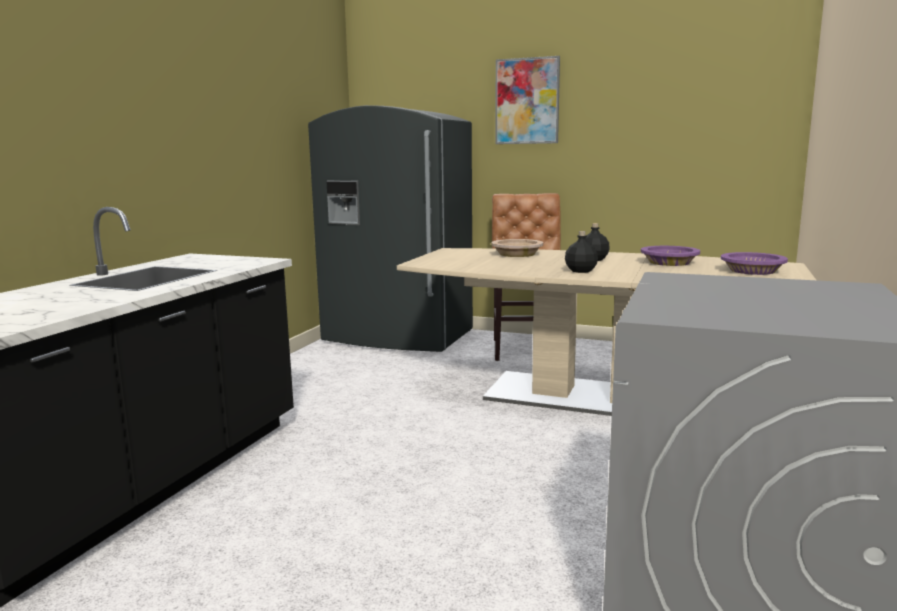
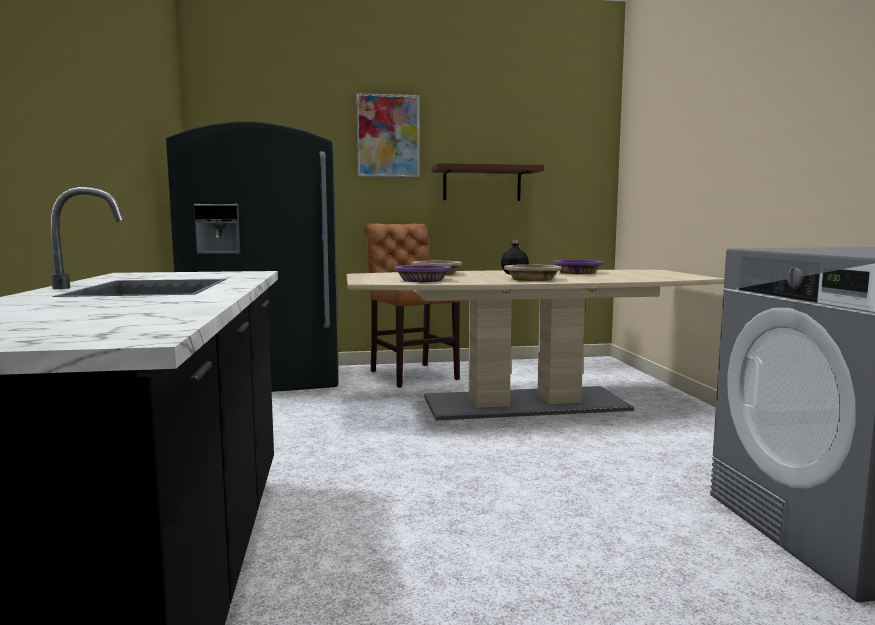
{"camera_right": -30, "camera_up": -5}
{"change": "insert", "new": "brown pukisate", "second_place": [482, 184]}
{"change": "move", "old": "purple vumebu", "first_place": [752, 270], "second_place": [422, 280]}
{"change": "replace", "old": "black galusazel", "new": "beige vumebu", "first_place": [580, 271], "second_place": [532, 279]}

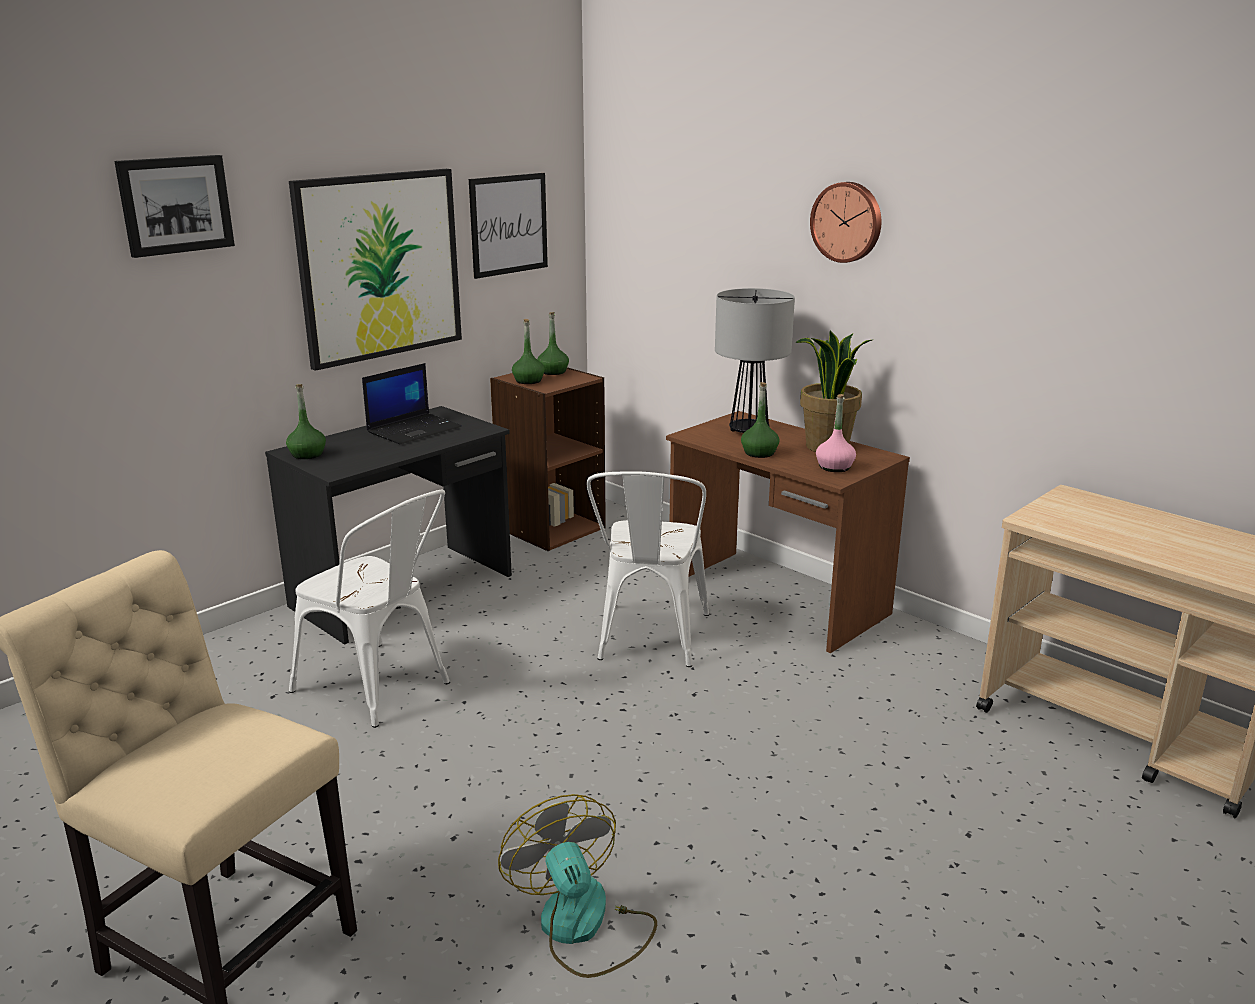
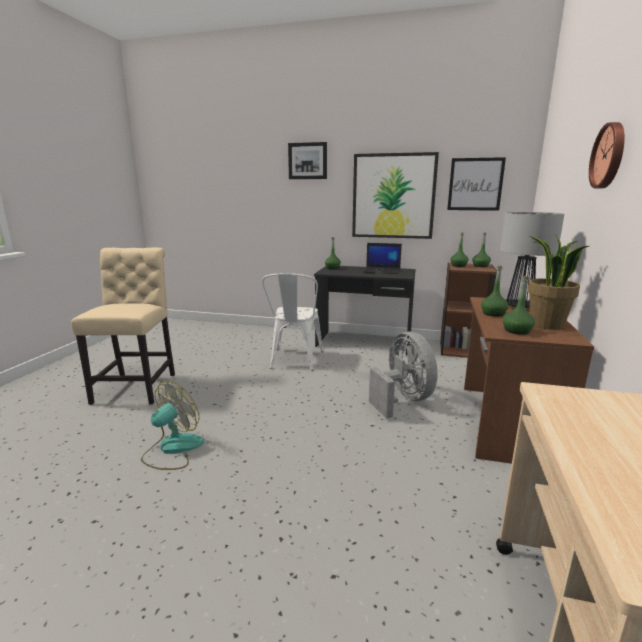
{"camera_right": 60, "camera_up": -5}
{"change": "replace", "old": "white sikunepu", "new": "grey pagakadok", "first_place": [649, 641], "second_place": [402, 400]}
{"change": "recolor", "old": "pink galusazel", "new": "green galusazel", "first_place": [834, 467], "second_place": [516, 331]}

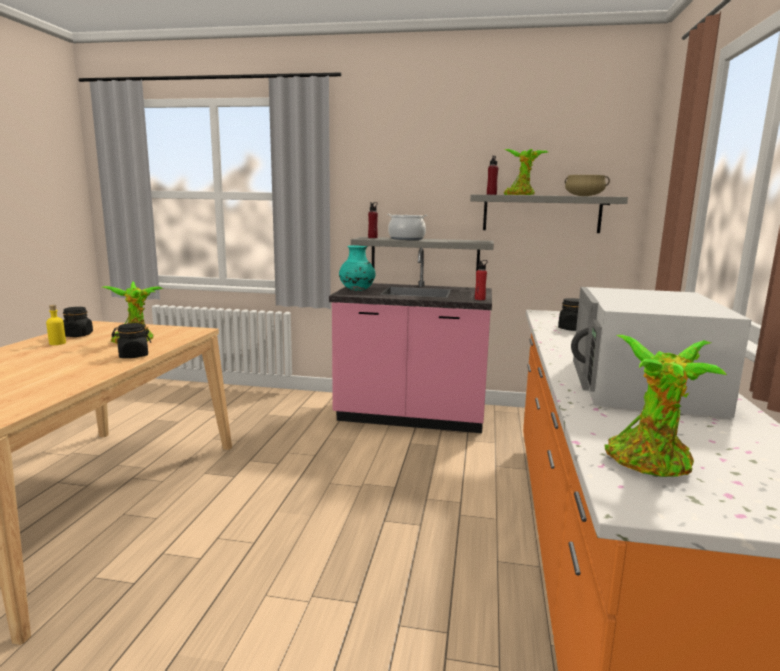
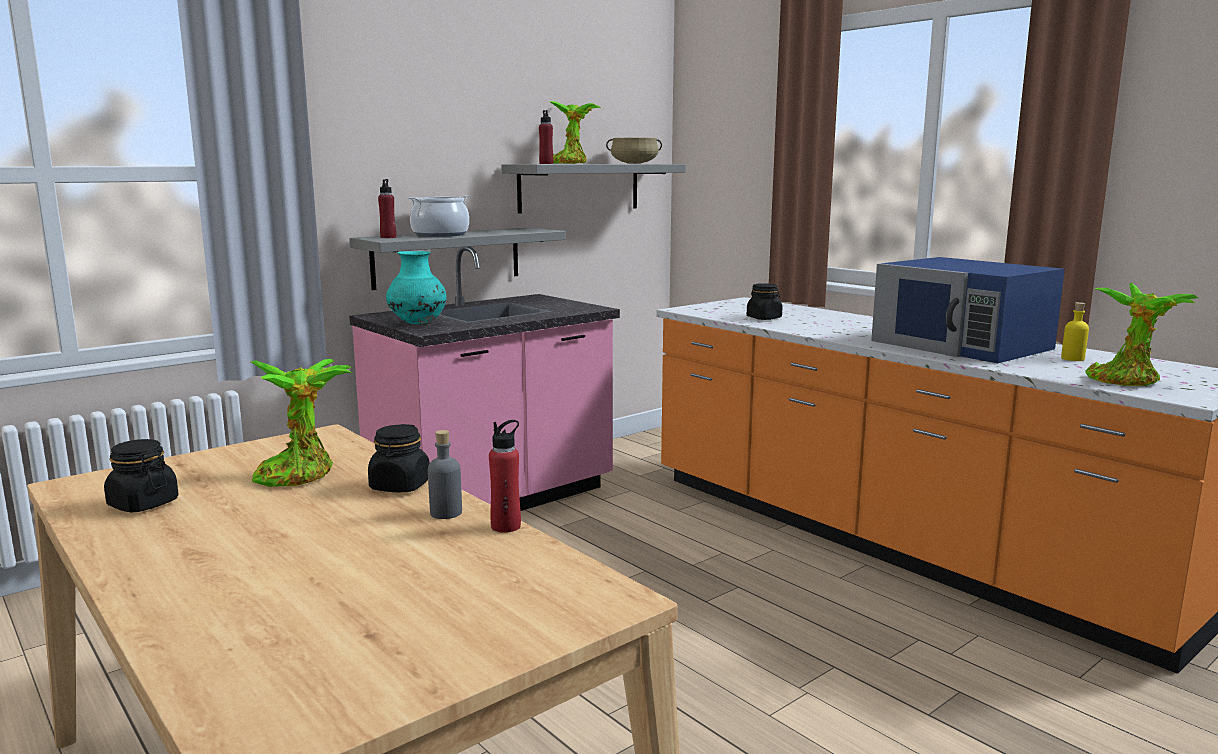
{"camera_right": -50, "camera_up": 0}
{"change": "insert", "new": "grey galusazel", "second_place": [446, 513]}
{"change": "move", "old": "yellow galusazel", "first_place": [57, 343], "second_place": [1072, 359]}
{"change": "move", "old": "red galusazel", "first_place": [480, 299], "second_place": [506, 526]}
{"change": "recolor", "old": "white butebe", "new": "blue butebe", "first_place": [642, 385], "second_place": [962, 345]}

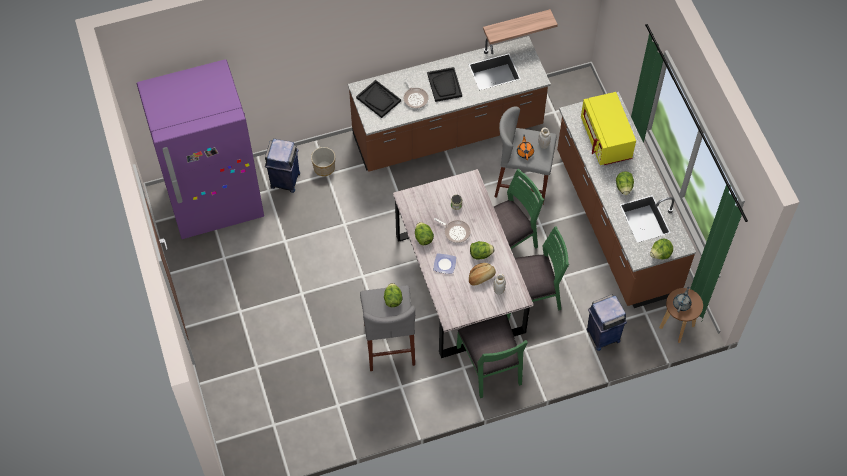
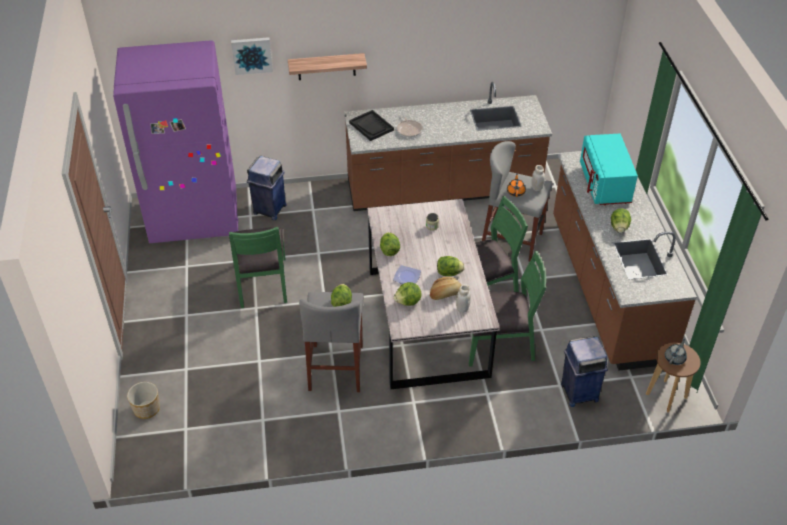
{"camera_right": 10, "camera_up": -15}
{"change": "delete", "old": "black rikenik", "first_place": [444, 85]}
{"change": "delete", "old": "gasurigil", "first_place": [455, 232]}
{"change": "insert", "new": "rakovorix", "second_place": [252, 55]}
{"change": "move", "old": "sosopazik", "first_place": [324, 167], "second_place": [147, 408]}
{"change": "move", "old": "green sikunepu", "first_place": [490, 365], "second_place": [262, 283]}
{"change": "move", "old": "pukisate", "first_place": [516, 25], "second_place": [326, 66]}
{"change": "move", "old": "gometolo", "first_place": [660, 254], "second_place": [408, 302]}
{"change": "recolor", "old": "yellow butebe", "new": "turquoise butebe", "first_place": [606, 139], "second_place": [605, 184]}

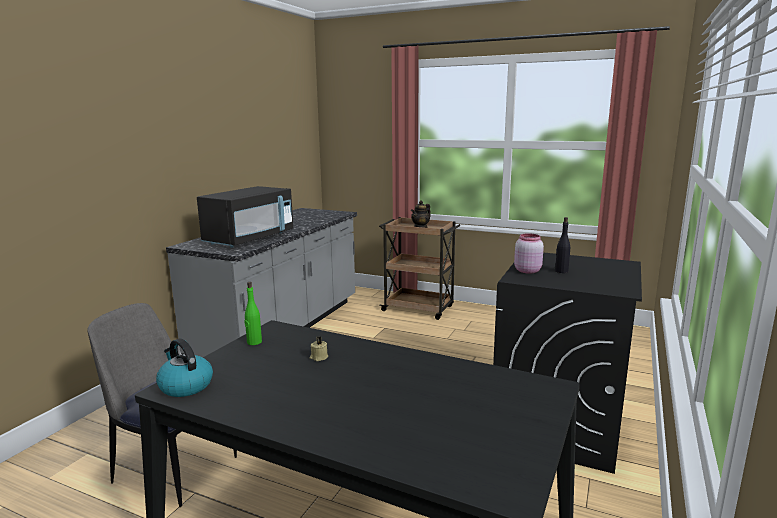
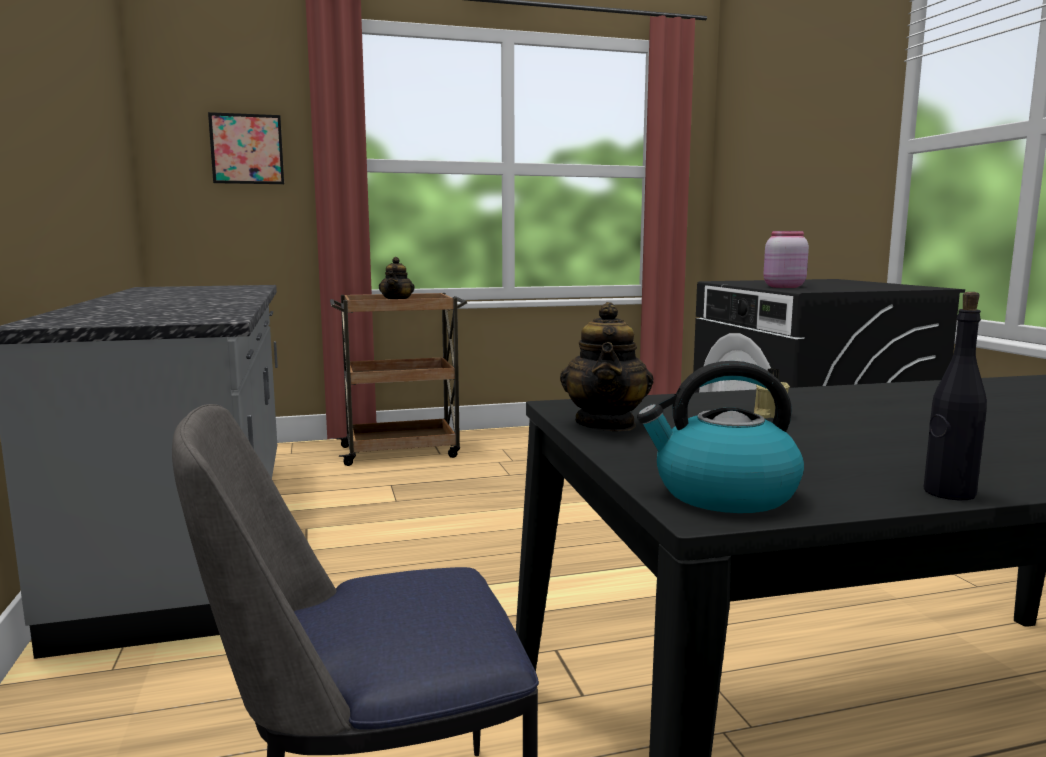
{"camera_right": -40, "camera_up": -5}
{"change": "delete", "old": "black butebe", "first_place": [250, 239]}
{"change": "insert", "new": "rakovorix", "second_place": [247, 149]}
{"change": "move", "old": "black galusazel", "first_place": [561, 271], "second_place": [948, 493]}
{"change": "replace", "old": "green galusazel", "new": "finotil", "first_place": [254, 342], "second_place": [606, 424]}

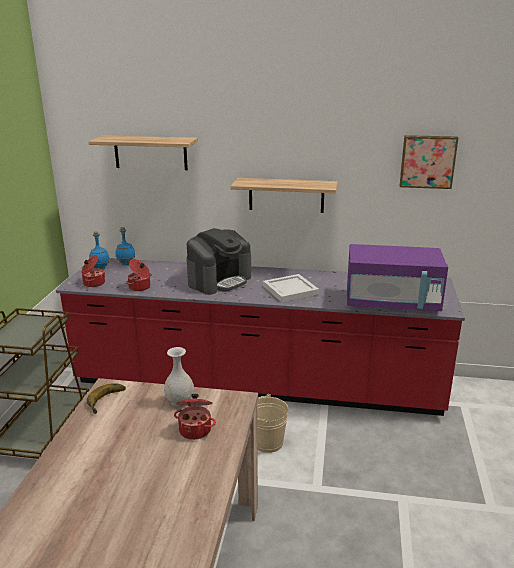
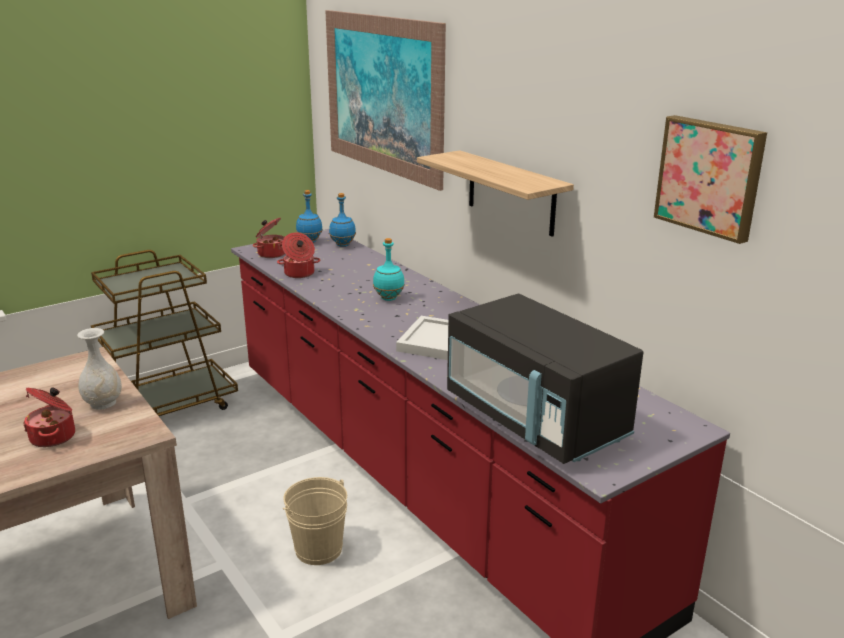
{"camera_right": 45, "camera_up": 0}
{"change": "delete", "old": "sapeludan", "first_place": [108, 401]}
{"change": "replace", "old": "pukisate", "new": "rakovorix", "first_place": [150, 152], "second_place": [382, 95]}
{"change": "replace", "old": "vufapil", "new": "turquoise galusazel", "first_place": [219, 280], "second_place": [389, 298]}
{"change": "recolor", "old": "purple butebe", "new": "black butebe", "first_place": [392, 302], "second_place": [535, 419]}

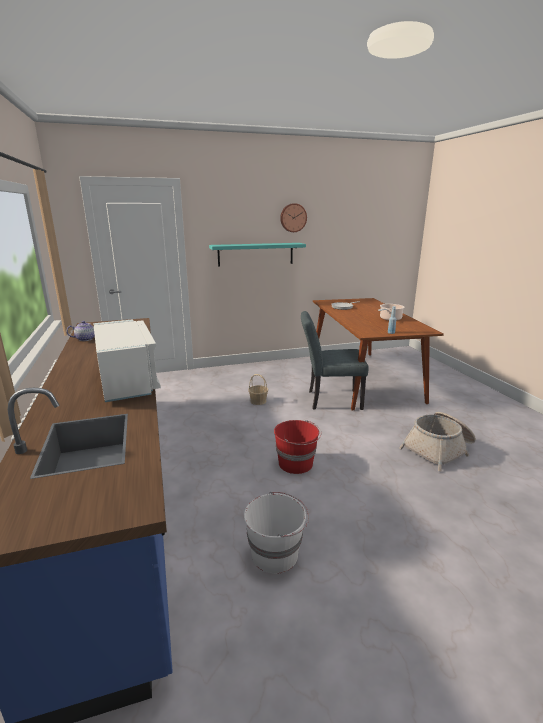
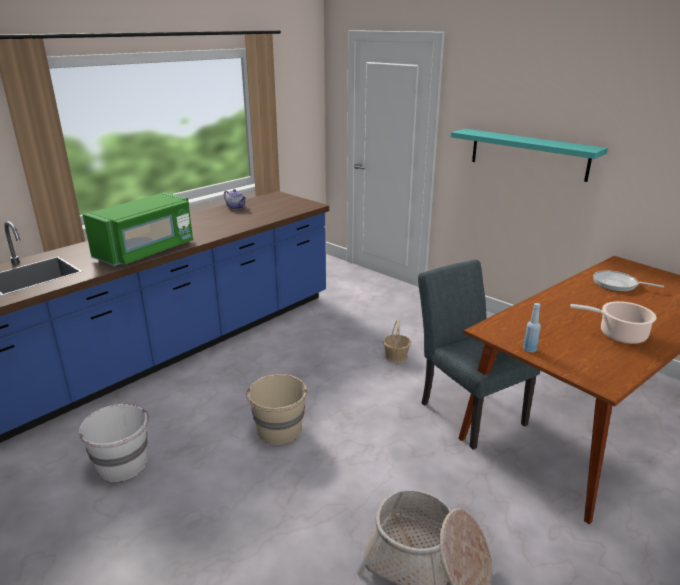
{"camera_right": 60, "camera_up": 5}
{"change": "delete", "old": "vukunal", "first_place": [293, 218]}
{"change": "recolor", "old": "white butebe", "new": "green butebe", "first_place": [127, 381], "second_place": [146, 251]}
{"change": "recolor", "old": "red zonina", "new": "beige zonina", "first_place": [296, 463], "second_place": [279, 430]}

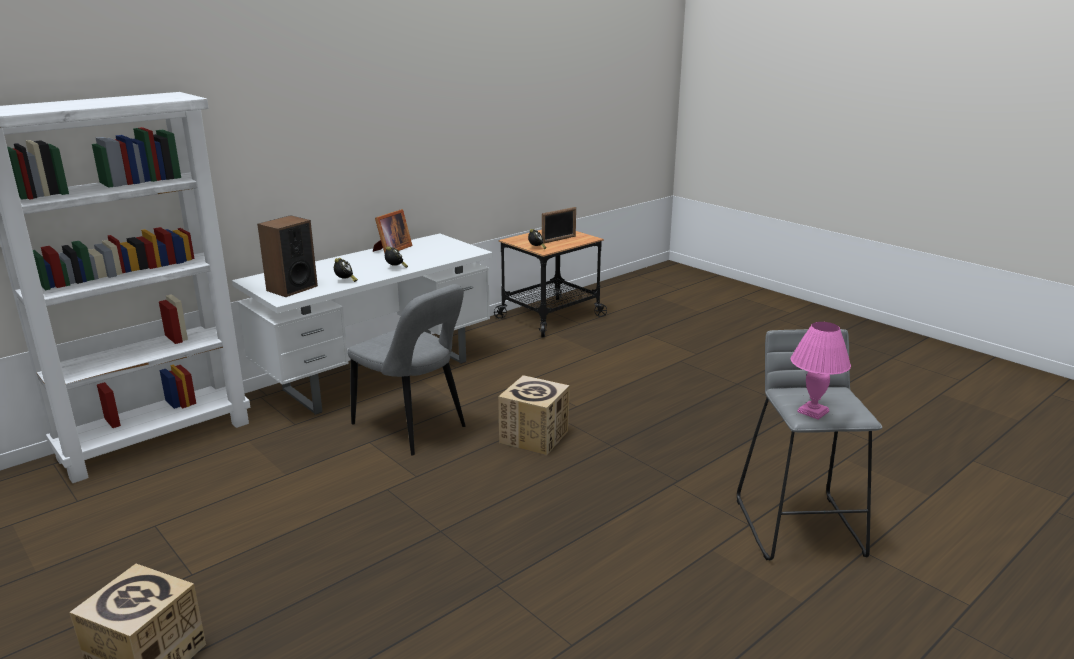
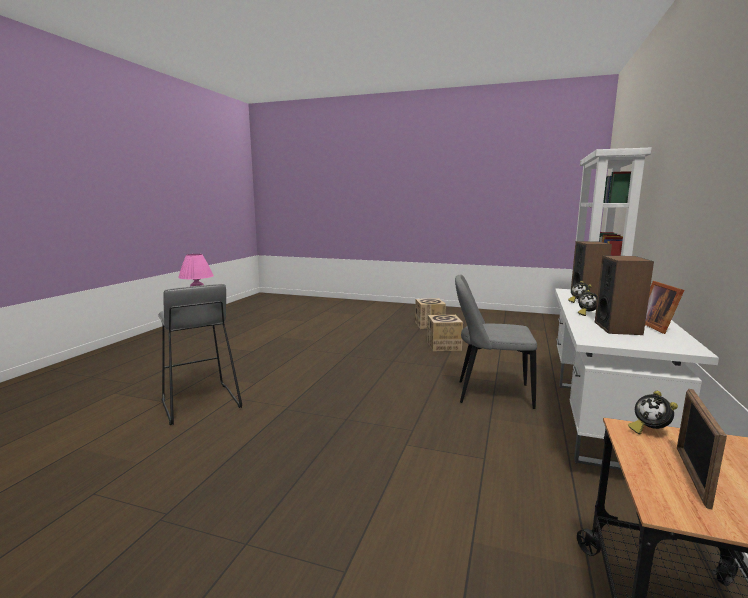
{"camera_right": 150, "camera_up": -10}
{"change": "insert", "new": "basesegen", "second_place": [618, 328]}
{"change": "move", "old": "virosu", "first_place": [534, 437], "second_place": [444, 346]}

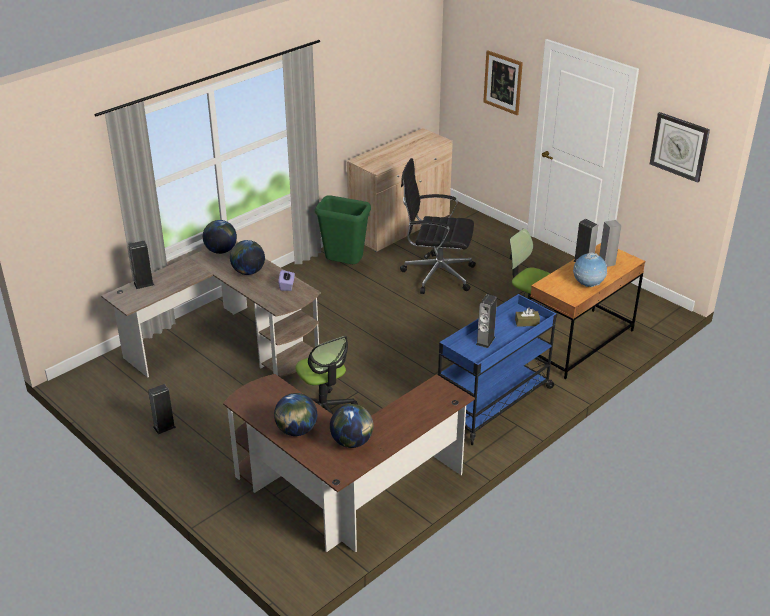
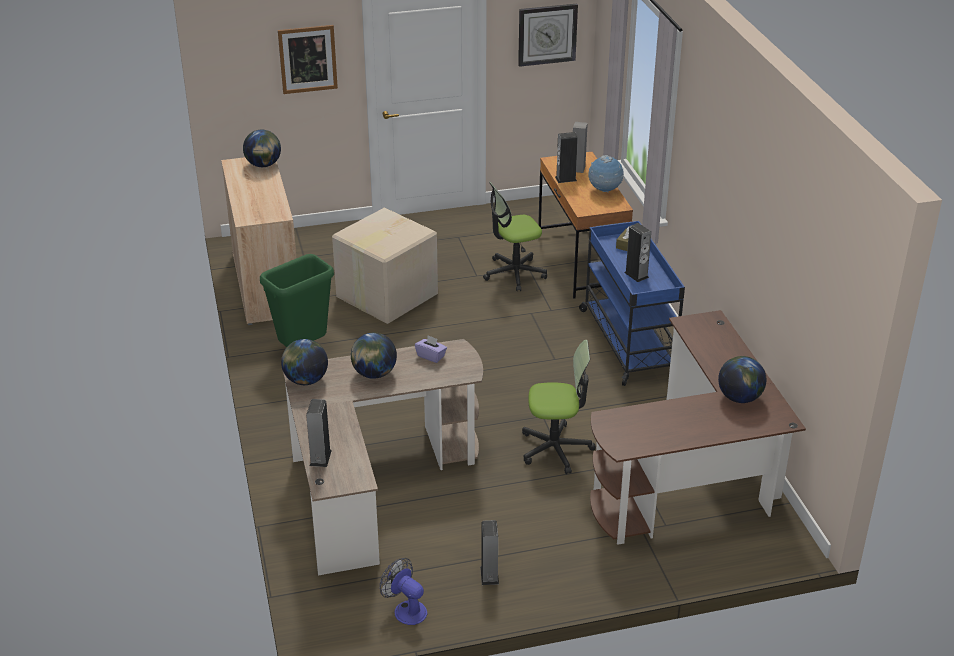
{"camera_right": -60, "camera_up": 0}
{"change": "insert", "new": "pagakadok", "second_place": [406, 609]}
{"change": "move", "old": "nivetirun", "first_place": [296, 430], "second_place": [263, 165]}
{"change": "replace", "old": "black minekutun", "new": "virosu", "first_place": [436, 274], "second_place": [385, 296]}

